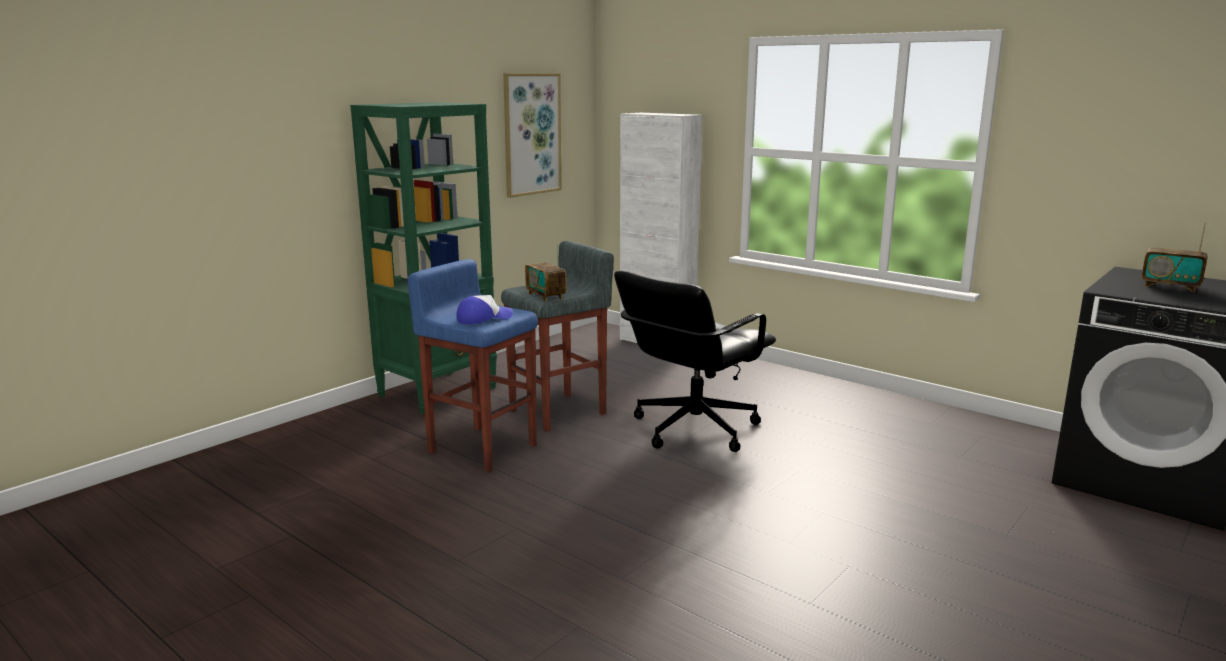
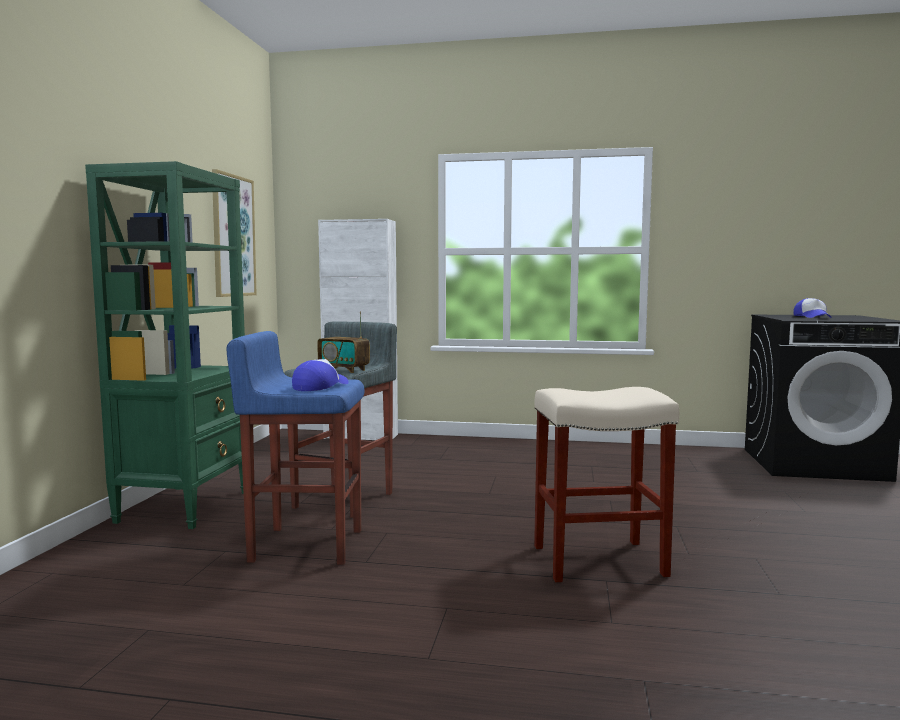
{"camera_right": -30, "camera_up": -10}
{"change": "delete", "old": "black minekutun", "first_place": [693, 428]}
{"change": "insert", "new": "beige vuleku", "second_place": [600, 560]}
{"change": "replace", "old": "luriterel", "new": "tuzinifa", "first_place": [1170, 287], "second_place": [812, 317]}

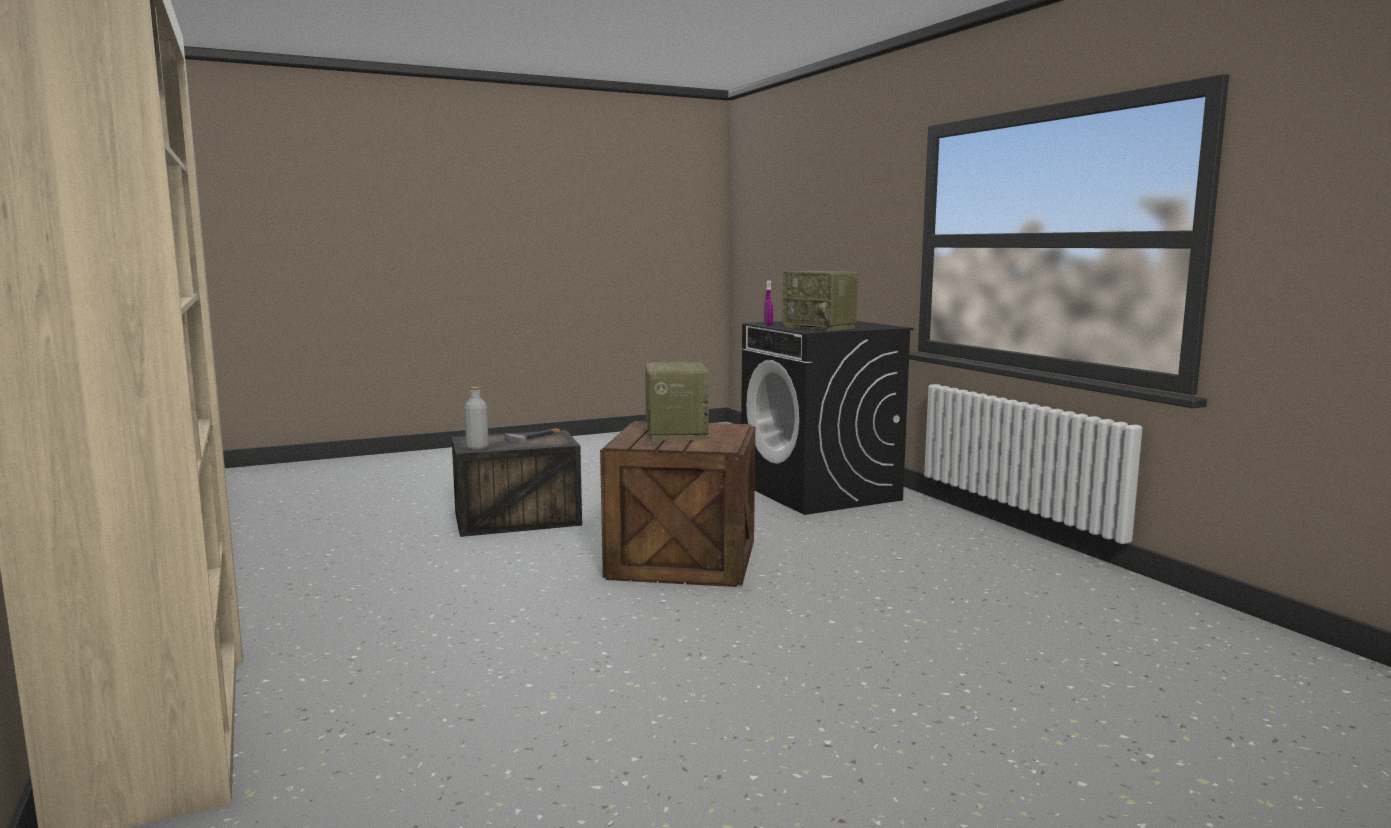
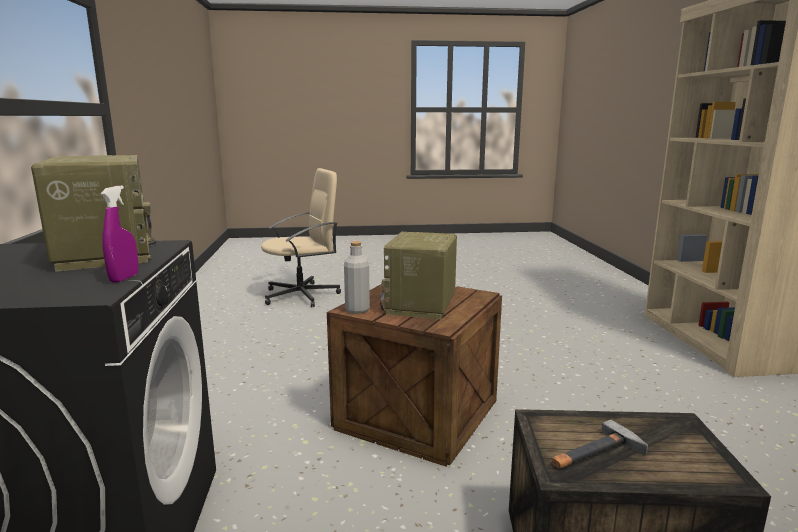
{"camera_right": -160, "camera_up": 5}
{"change": "insert", "new": "beige minekutun", "second_place": [302, 295]}
{"change": "move", "old": "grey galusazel", "first_place": [477, 447], "second_place": [357, 310]}

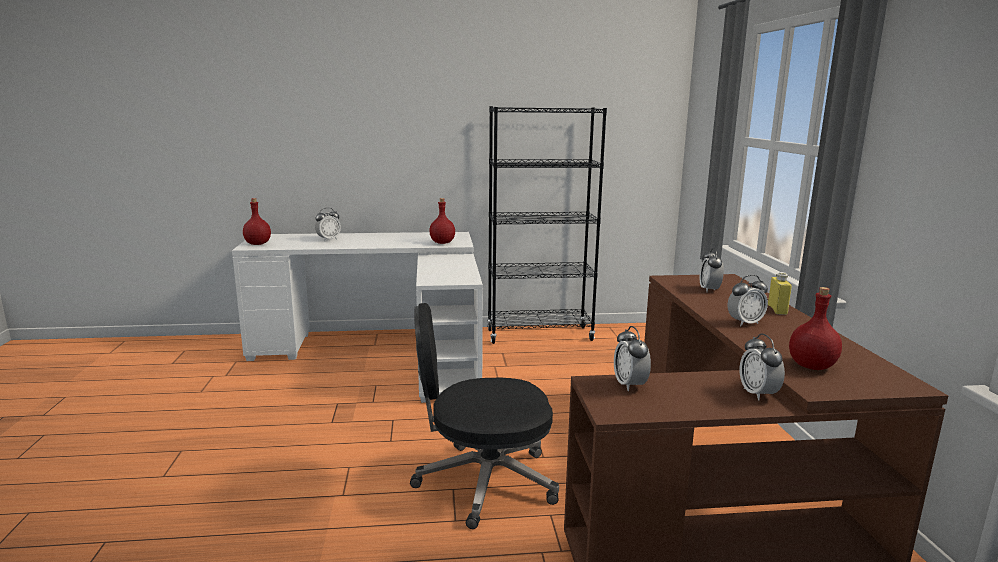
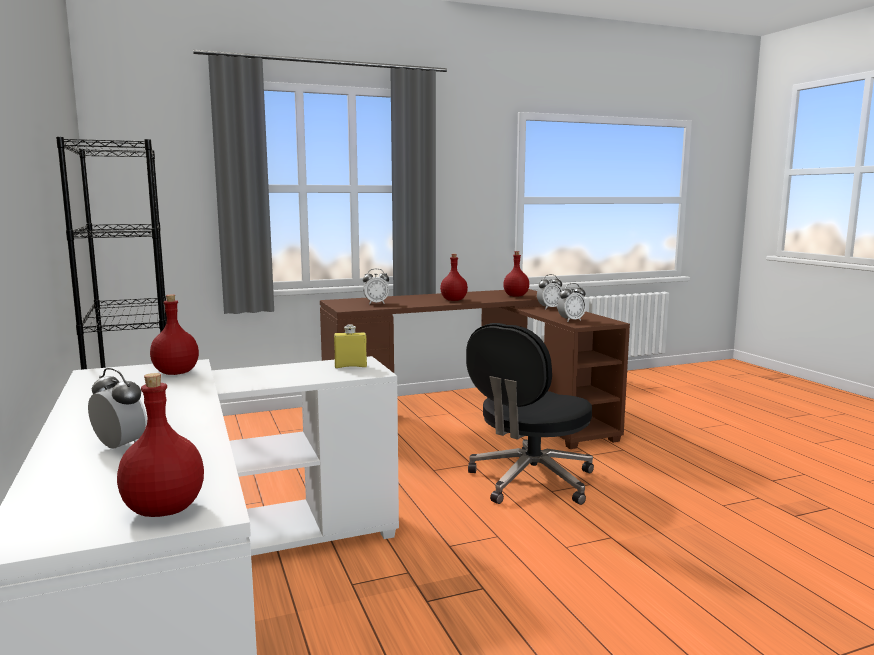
{"camera_right": -105, "camera_up": -5}
{"change": "move", "old": "yellow galusazel", "first_place": [777, 310], "second_place": [350, 366]}
{"change": "replace", "old": "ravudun", "new": "red galusazel", "first_place": [745, 323], "second_place": [453, 300]}
{"change": "rotate", "old": "black minekutun", "first_place": [483, 482], "second_place": [530, 481], "degrees": 60}

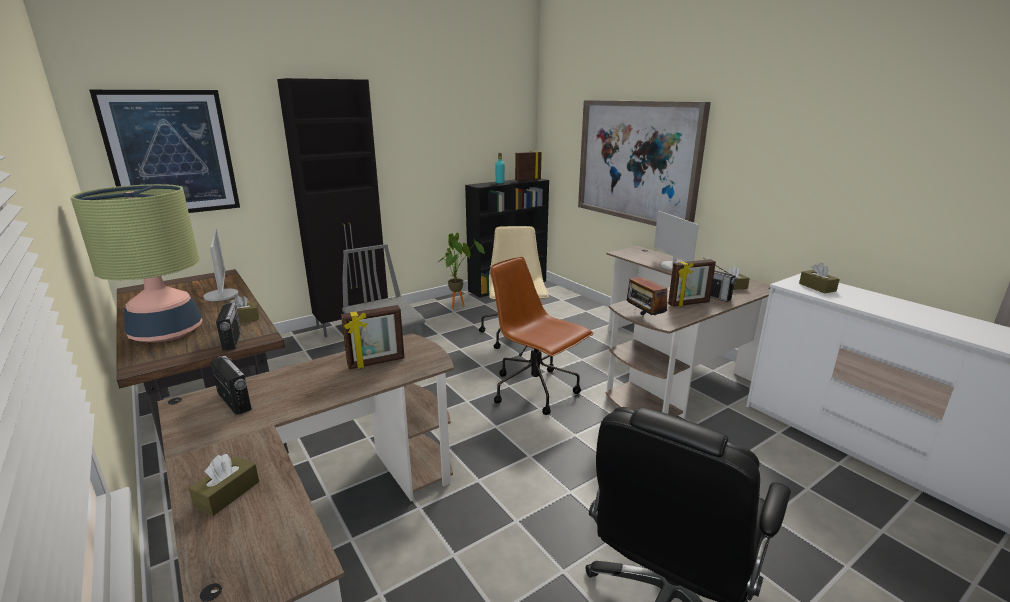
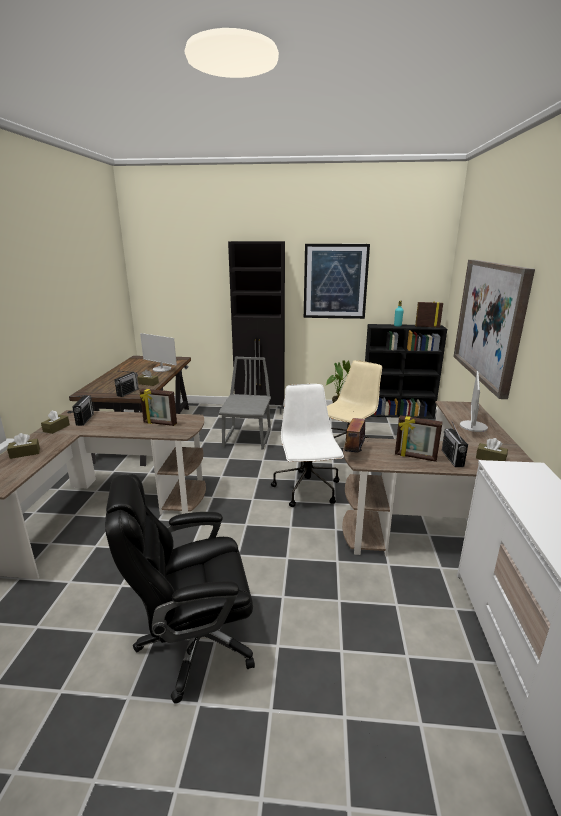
{"camera_right": 40, "camera_up": 0}
{"change": "delete", "old": "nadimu", "first_place": [167, 333]}
{"change": "move", "old": "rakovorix", "first_place": [171, 153], "second_place": [335, 281]}
{"change": "move", "old": "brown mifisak", "first_place": [817, 287], "second_place": [56, 428]}
{"change": "recolor", "old": "brown minekutun", "new": "white minekutun", "first_place": [536, 391], "second_place": [307, 490]}
{"change": "rotate", "old": "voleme", "first_place": [222, 295], "second_place": [161, 369], "degrees": 105}

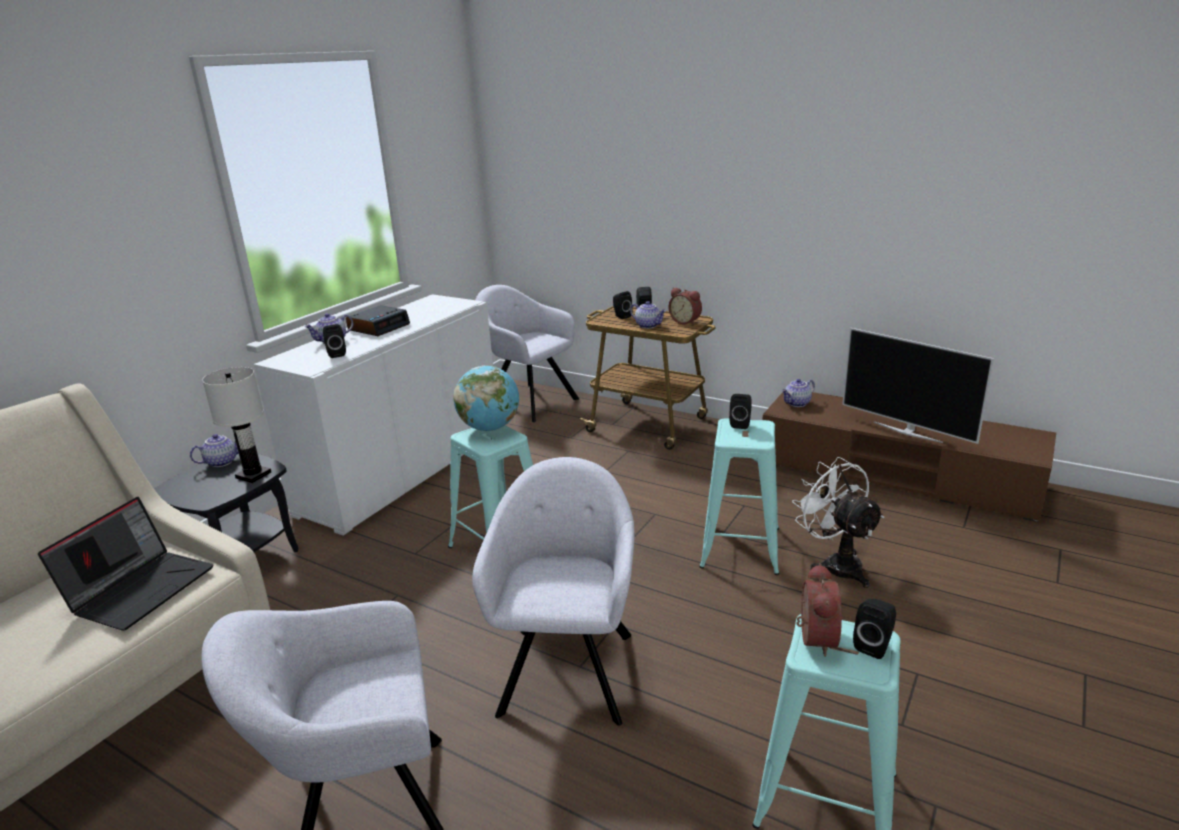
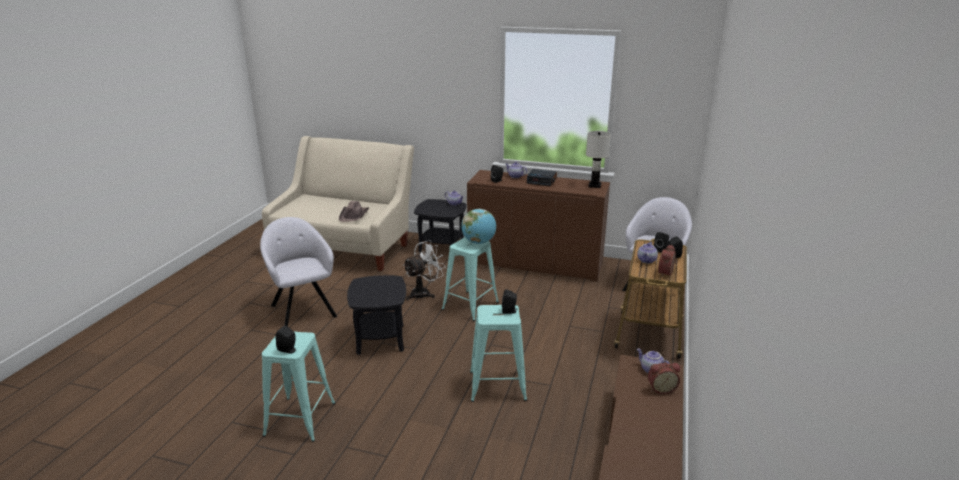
{"camera_right": 75, "camera_up": 0}
{"change": "delete", "old": "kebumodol", "first_place": [907, 432]}
{"change": "move", "old": "white nadimu", "first_place": [253, 475], "second_place": [594, 185]}
{"change": "move", "old": "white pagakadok", "first_place": [836, 564], "second_place": [424, 293]}
{"change": "move", "old": "ravudun", "first_place": [813, 638], "second_place": [661, 388]}
{"change": "replace", "old": "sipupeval", "new": "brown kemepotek", "first_place": [141, 588], "second_place": [354, 215]}
{"change": "replace", "old": "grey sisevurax", "new": "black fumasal", "first_place": [568, 667], "second_place": [380, 339]}
{"change": "recolor", "old": "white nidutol", "new": "brown nidutol", "first_place": [404, 471], "second_place": [535, 263]}

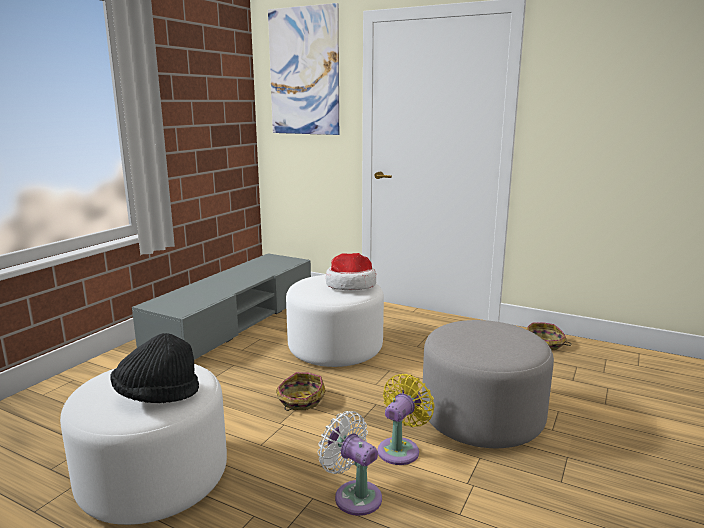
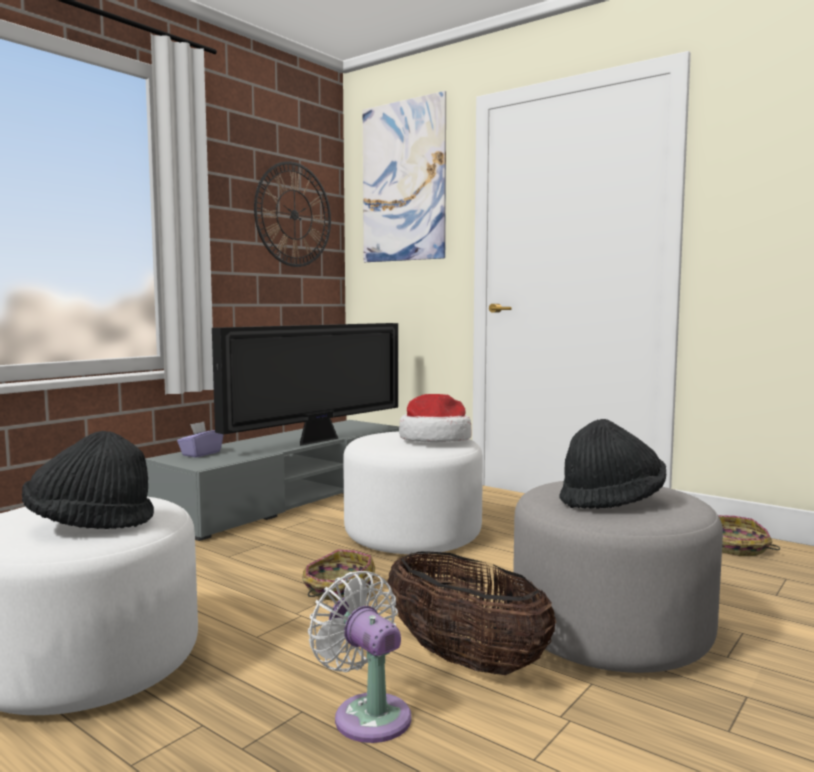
{"camera_right": 10, "camera_up": -10}
{"change": "insert", "new": "purple mifisak", "second_place": [201, 454]}
{"change": "insert", "new": "kebumodol", "second_place": [318, 440]}
{"change": "insert", "new": "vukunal", "second_place": [294, 214]}
{"change": "insert", "new": "black kemepotek", "second_place": [611, 502]}
{"change": "replace", "old": "yellow pagakadok", "new": "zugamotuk", "first_place": [400, 449], "second_place": [465, 660]}

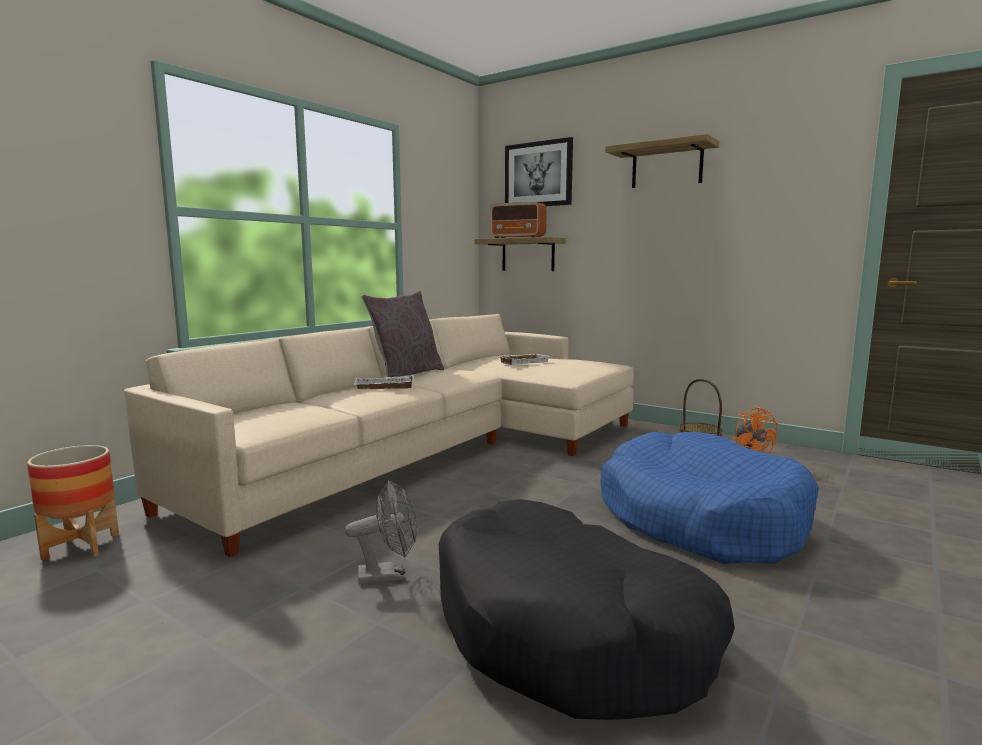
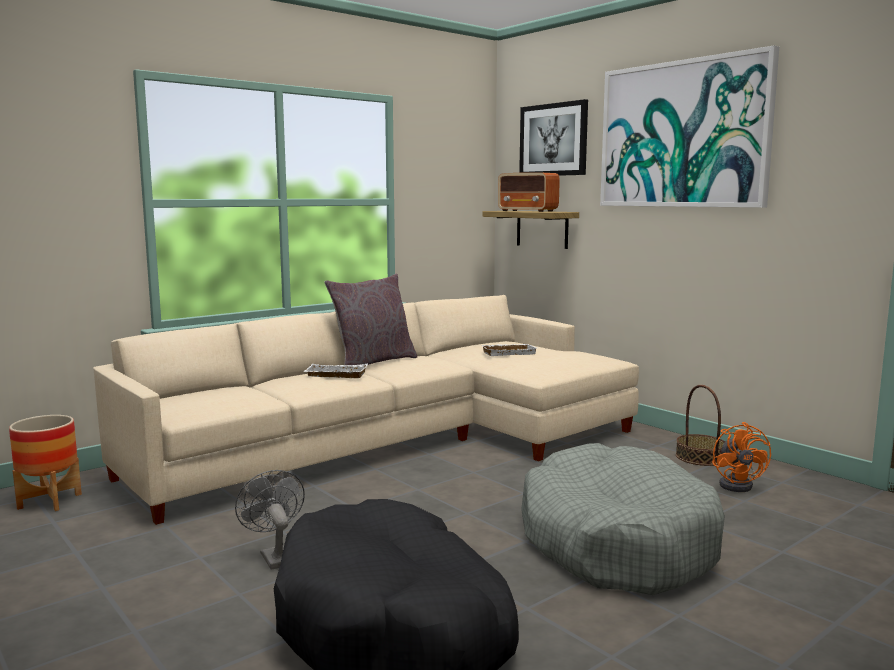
{"camera_right": 15, "camera_up": 0}
{"change": "replace", "old": "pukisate", "new": "rakovorix", "first_place": [667, 166], "second_place": [682, 134]}
{"change": "recolor", "old": "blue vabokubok", "new": "grey vabokubok", "first_place": [700, 519], "second_place": [616, 542]}
{"change": "rotate", "old": "grey pagakadok", "first_place": [389, 575], "second_place": [274, 556], "degrees": -120}

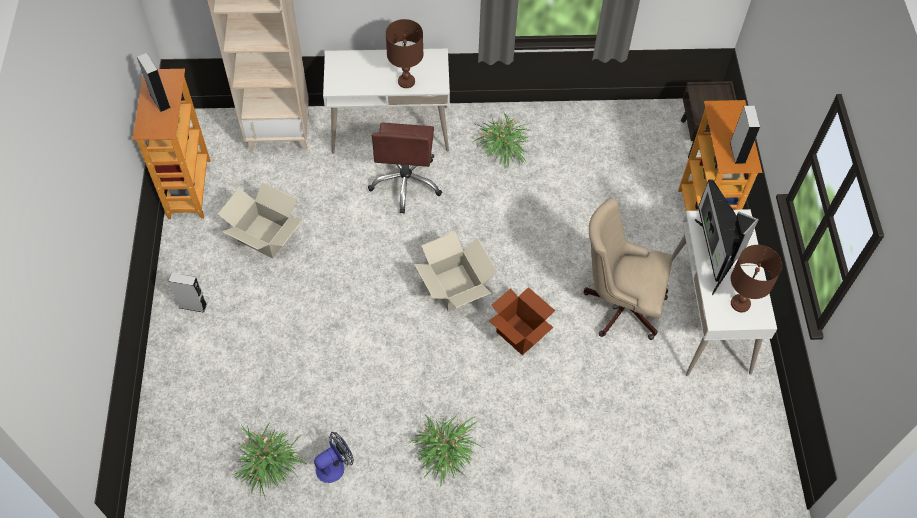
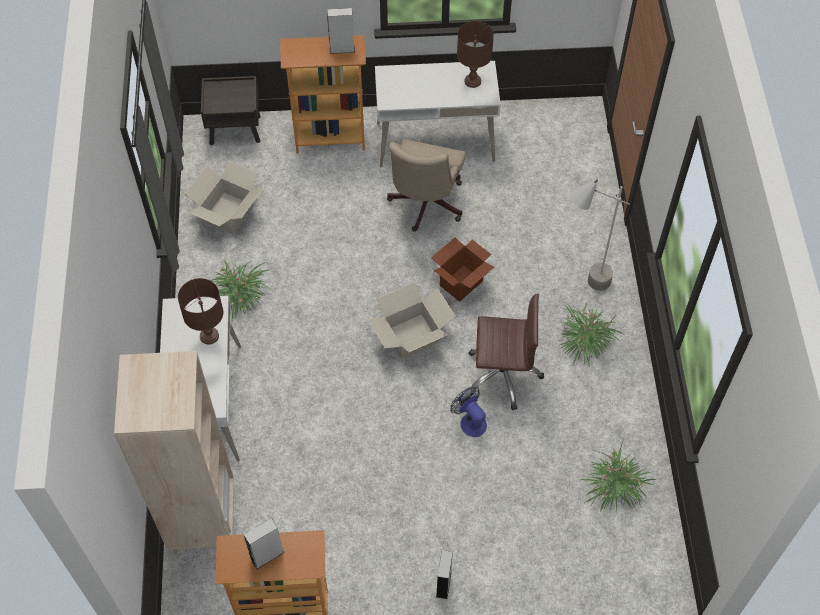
{"camera_right": -90, "camera_up": 0}
{"change": "delete", "old": "voleme", "first_place": [715, 256]}
{"change": "insert", "new": "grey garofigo", "second_place": [581, 287]}
{"change": "move", "old": "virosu", "first_place": [265, 235], "second_place": [227, 213]}
{"change": "move", "old": "pagakadok", "first_place": [334, 466], "second_place": [470, 421]}
{"change": "move", "old": "brown minekutun", "first_place": [406, 183], "second_place": [502, 374]}

